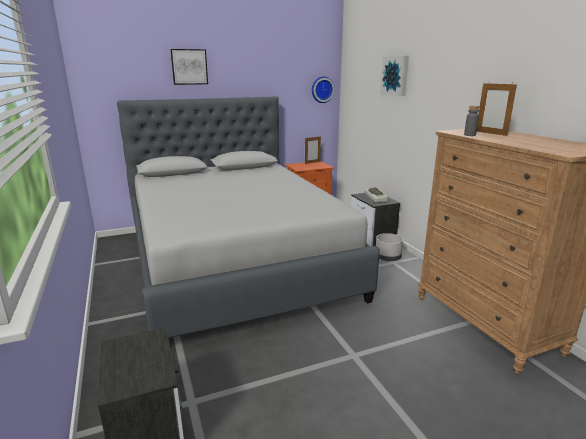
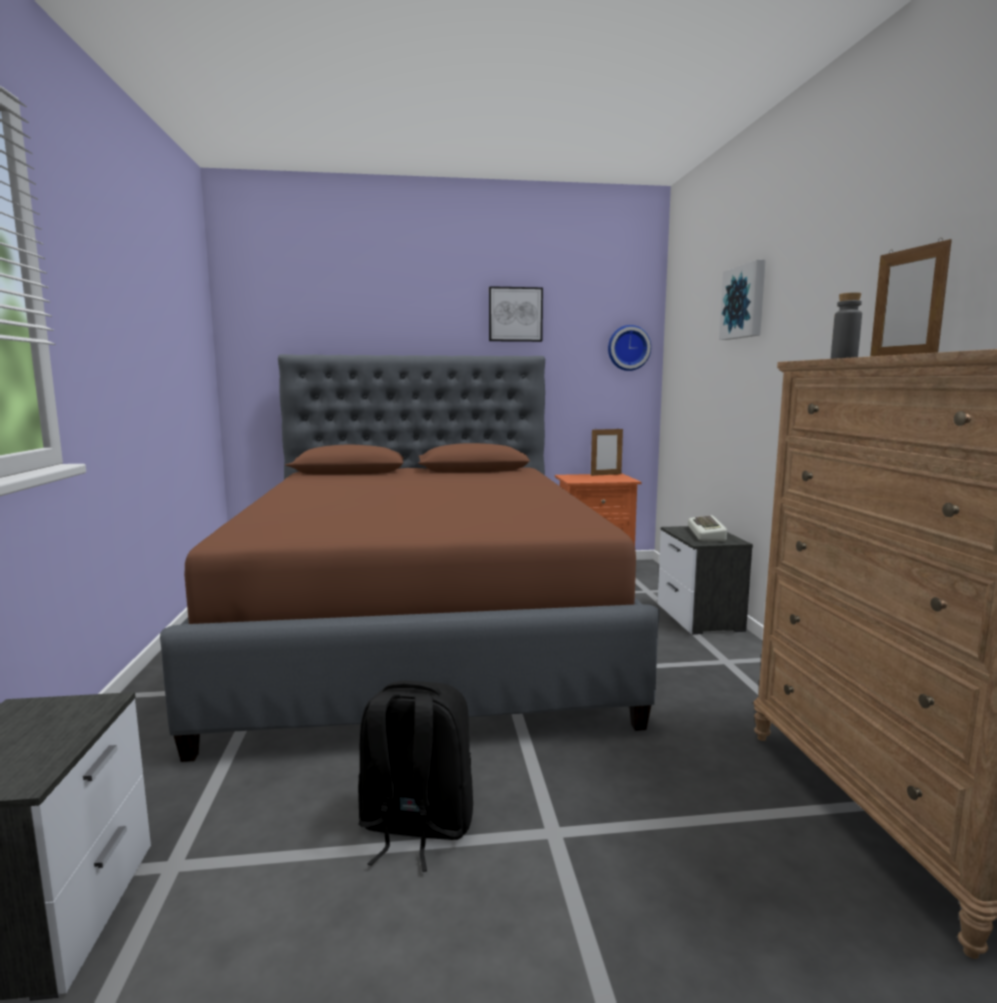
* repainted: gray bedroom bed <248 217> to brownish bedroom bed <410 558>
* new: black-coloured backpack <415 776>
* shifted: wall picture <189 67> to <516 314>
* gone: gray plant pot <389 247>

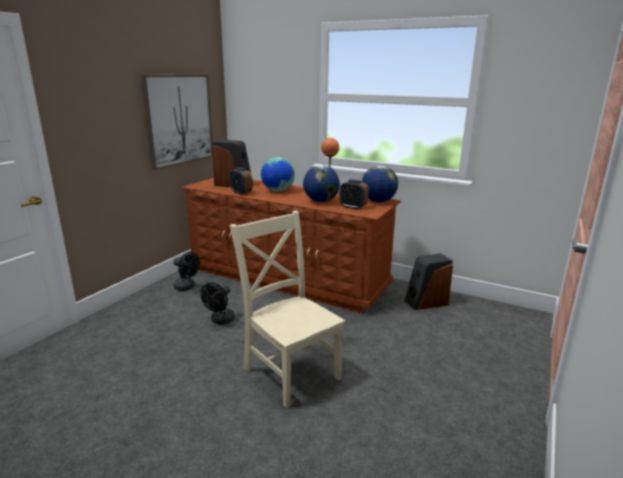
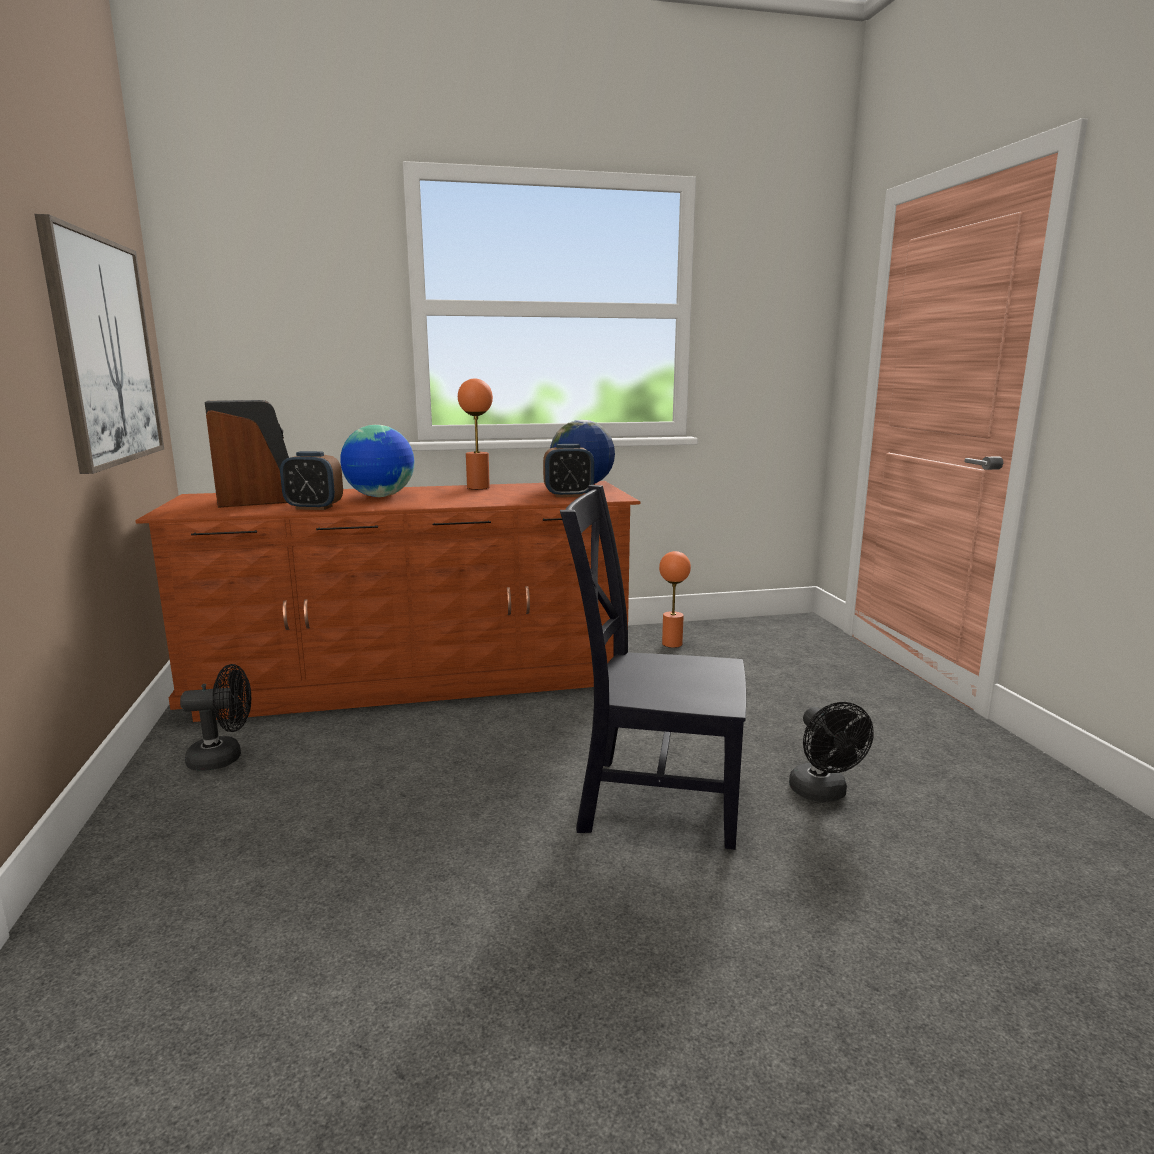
* repainted: beige chair <287 309> to black-coloured chair <653 667>
* swapped: loudspeaker <429 281> to orangey tabletop lamp <675 599>
* shifted: black-coloured cooling fan <218 303> to <831 752>
* gone: desk globe <321 183>

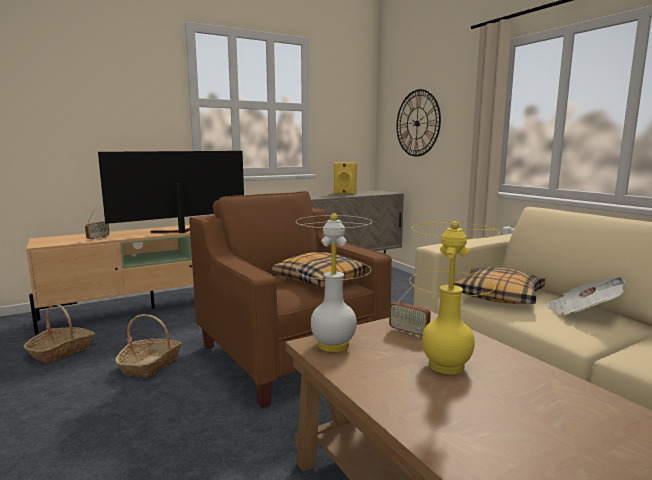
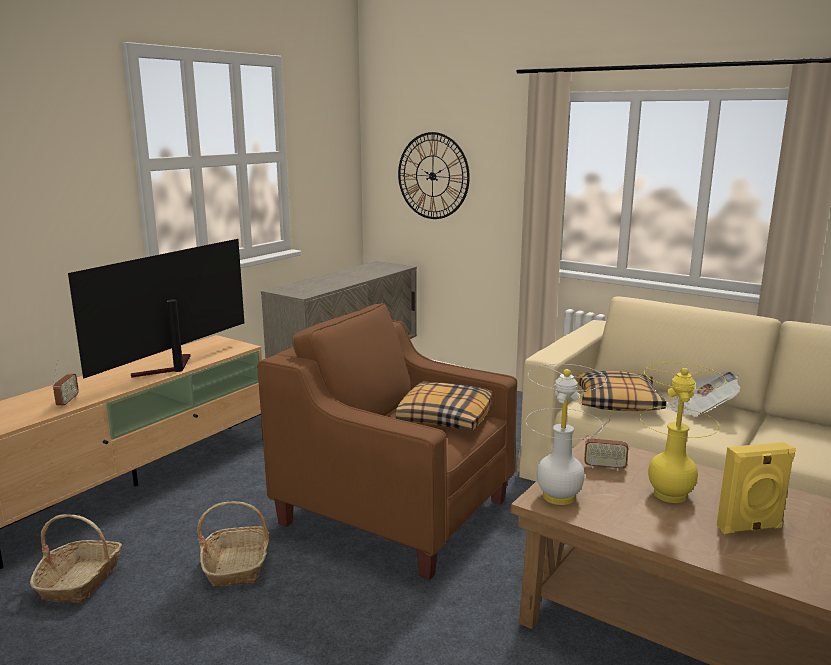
* shifted: yellowish loudspeaker <345 178> to <756 488>

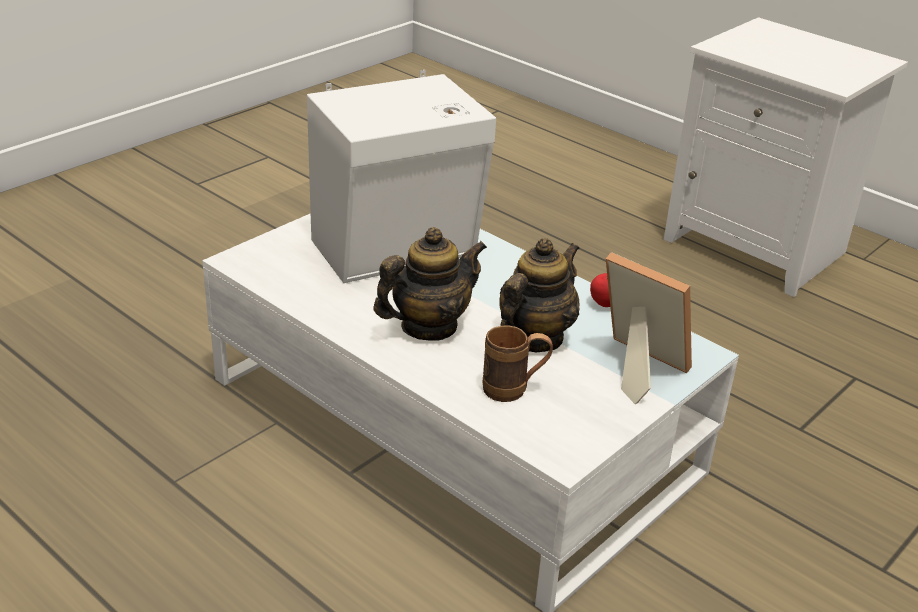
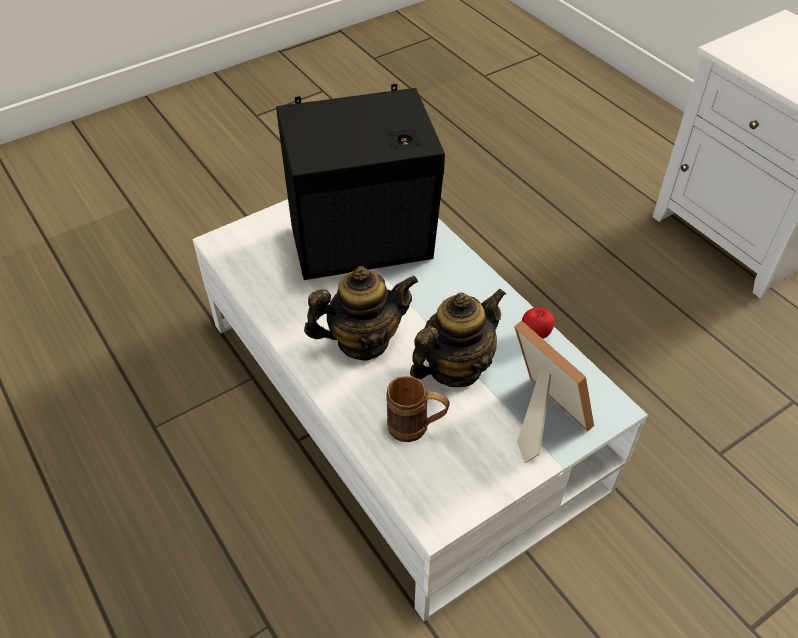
* repainted: whitish loudspeaker <401 176> to black-coloured loudspeaker <360 182>

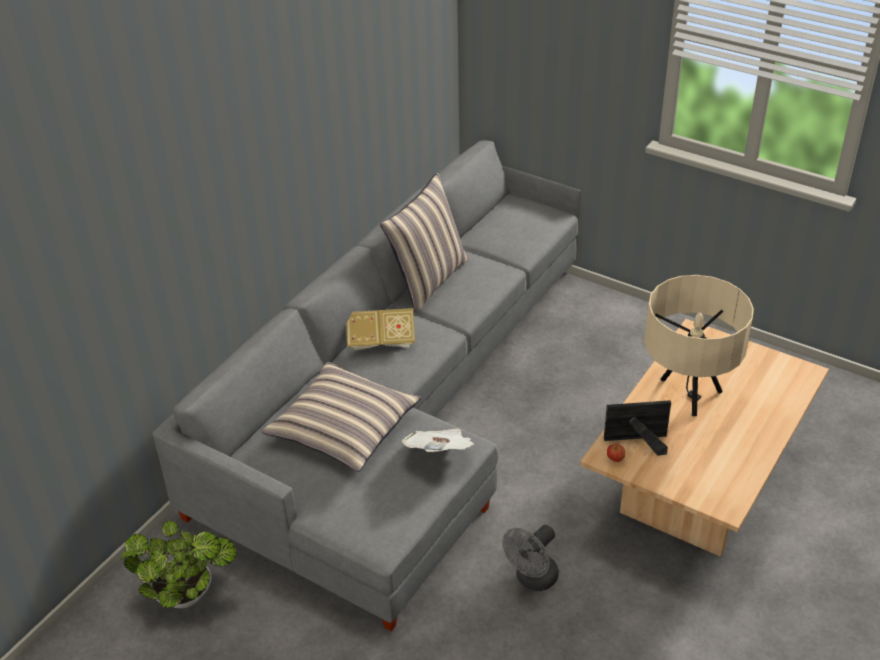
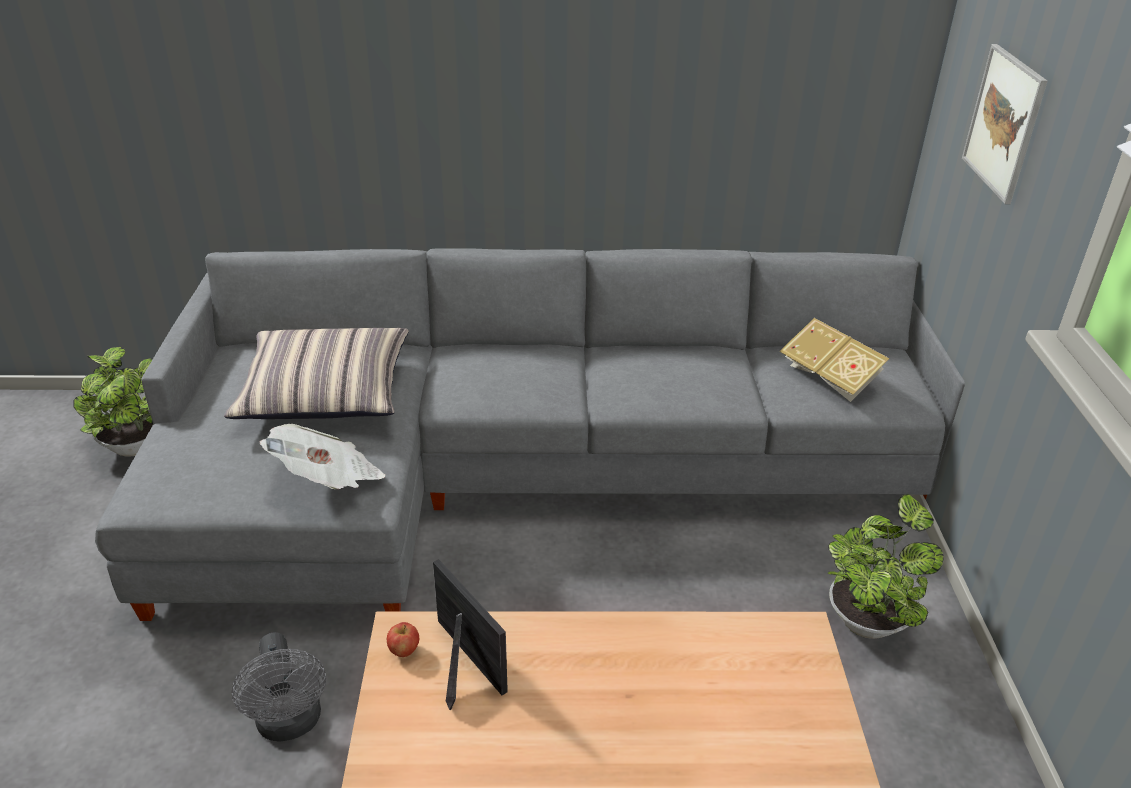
* rotated: gray cooling fan <530 558> = <278 687> 120 degrees counterclockwise
* shifted: bound book <380 329> to <834 360>
* new: houseplant <886 566>
* new: wall picture <1005 124>
* gone: pillow <424 242>
* gone: beige tabletop lamp <699 345>

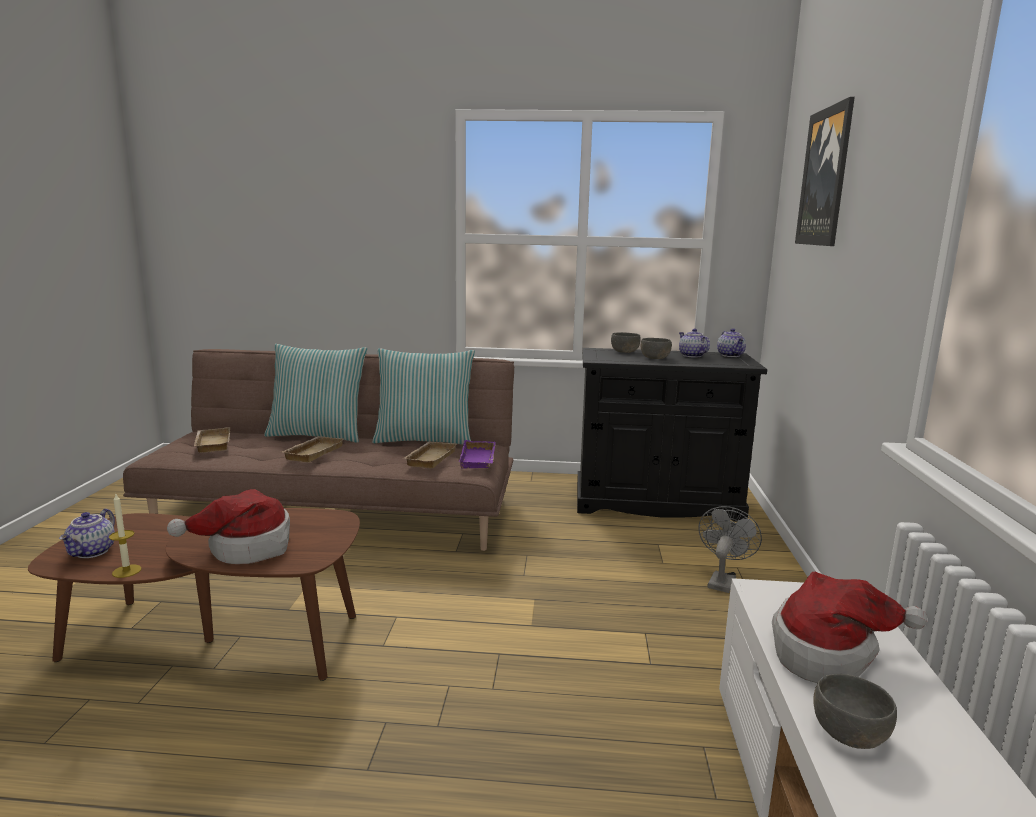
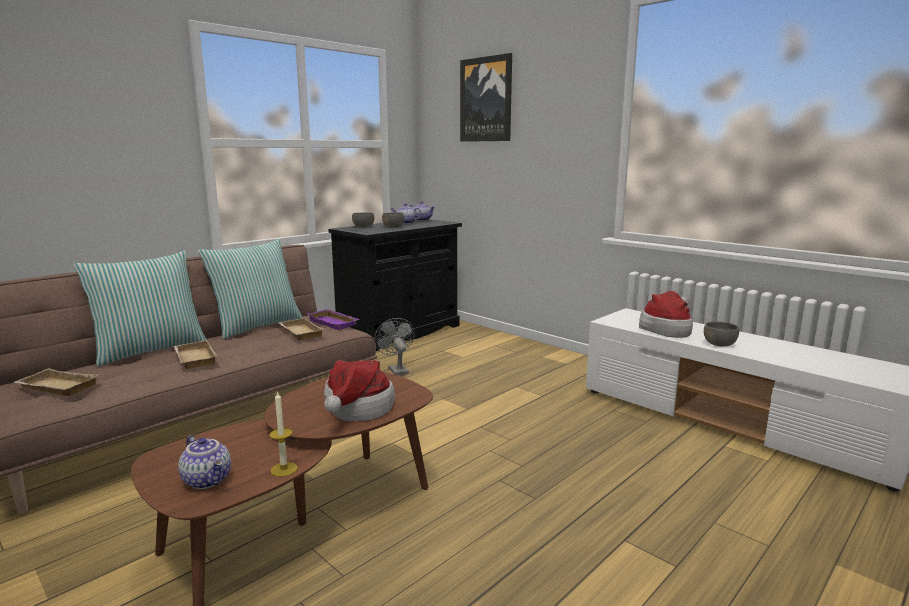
* shifted: gray cooling fan <730 549> to <394 346>

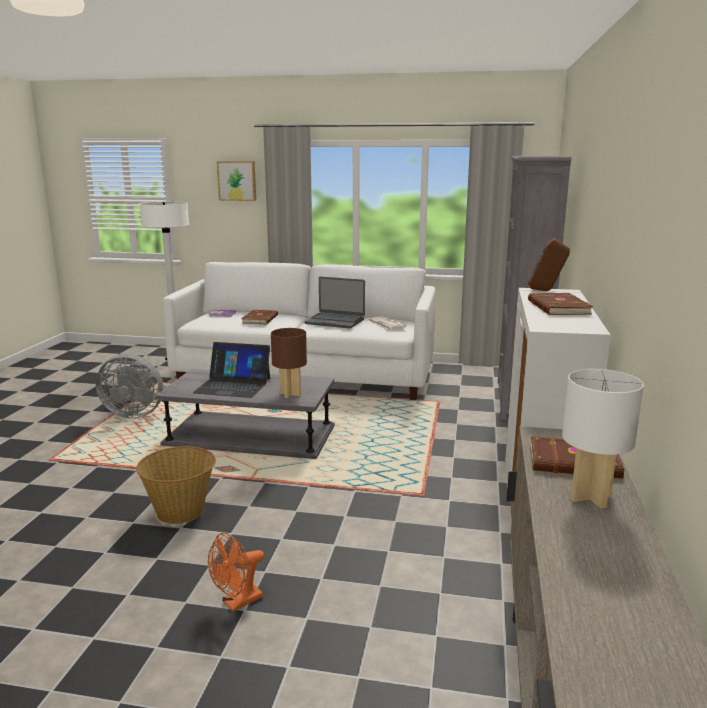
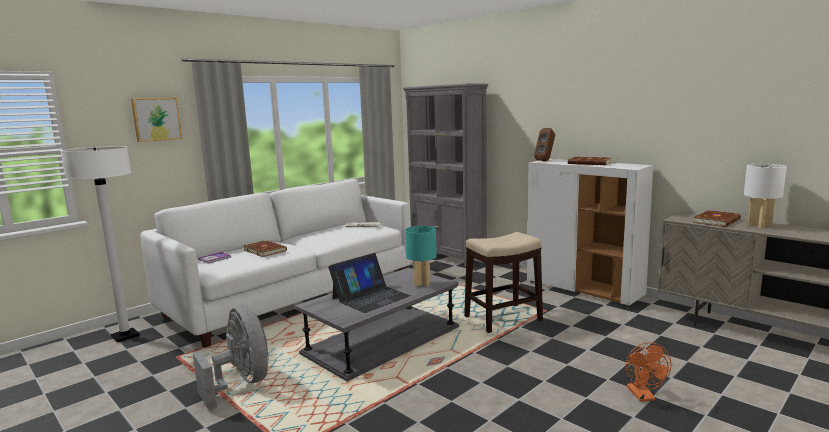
* rotated: gray cooling fan <129 386> = <231 357> 75 degrees counterclockwise
* repainted: brownish tabletop lamp <289 363> to blue-green tabletop lamp <421 256>
* new: sitting stool <503 282>
* gone: basket <176 485>
* gone: portable computer <334 303>

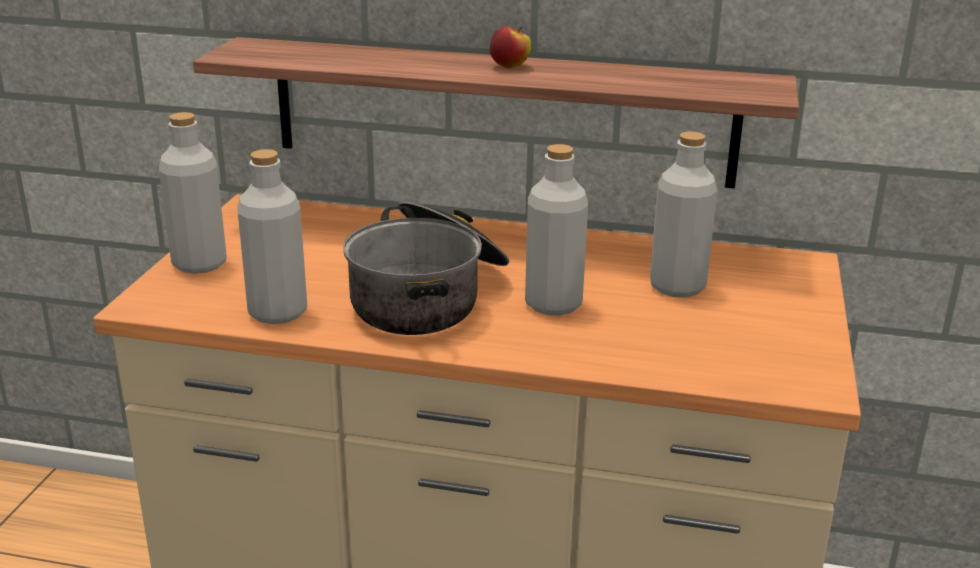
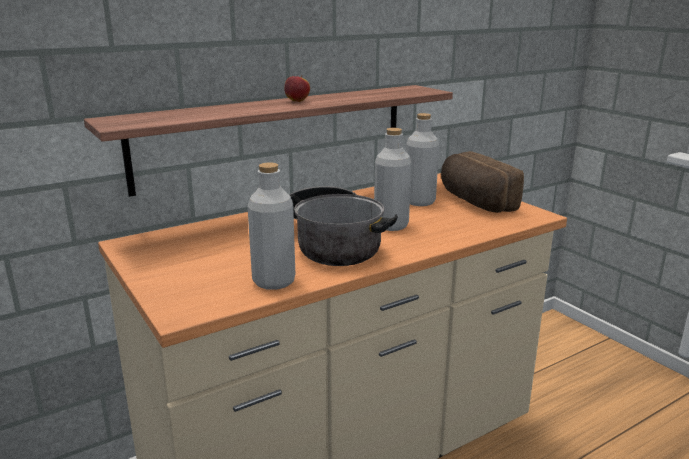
* new: bread <482 182>
* gone: gray bottle <193 193>

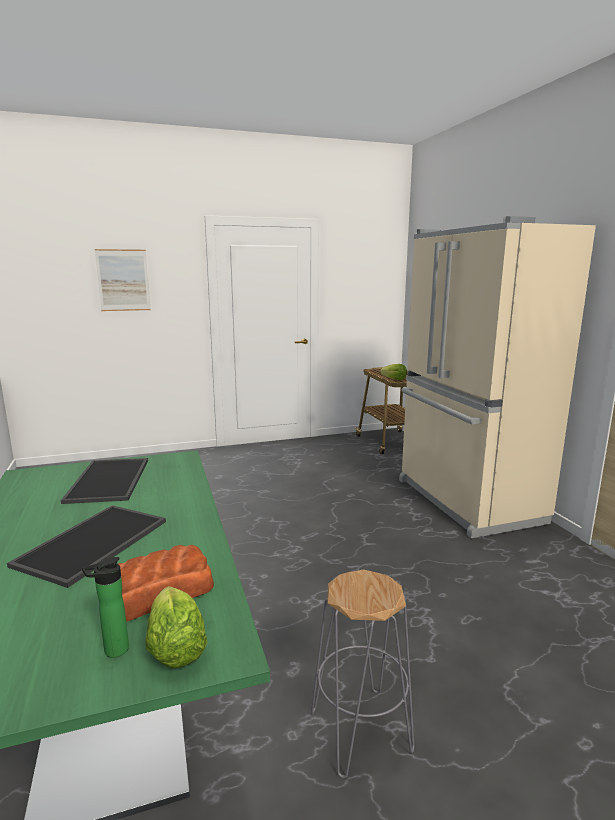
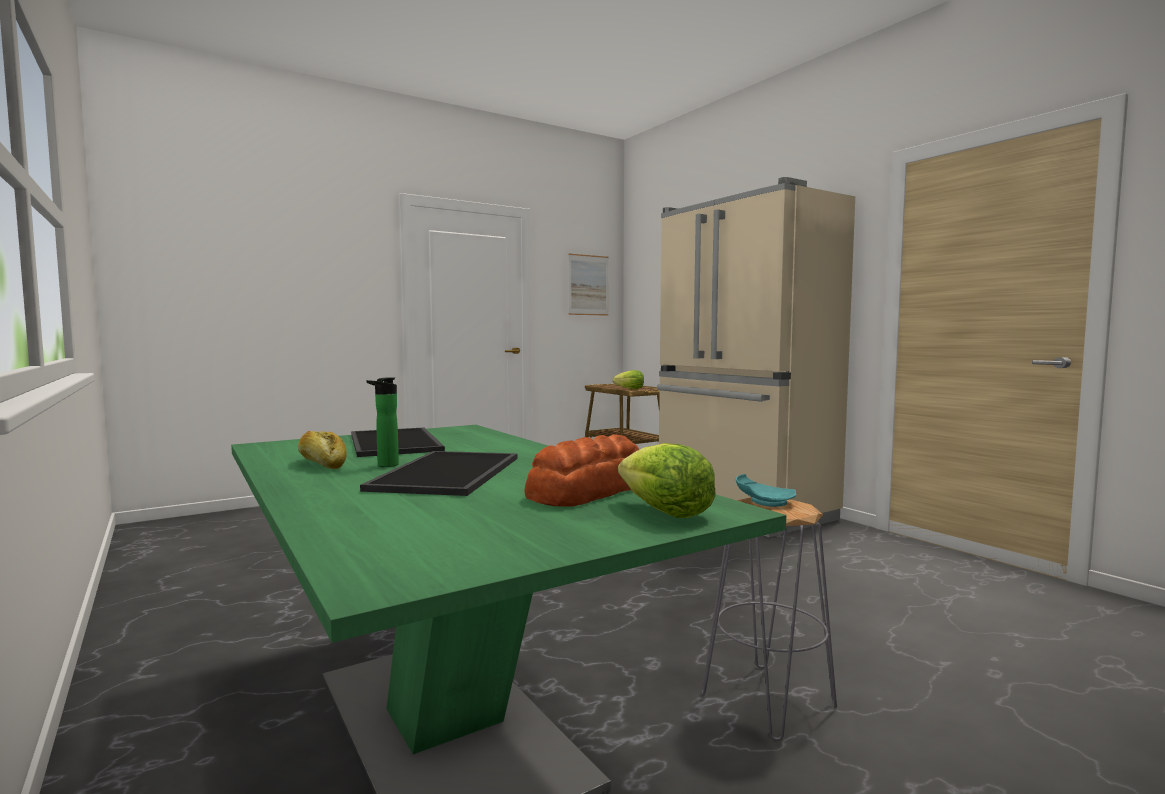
* new: bread <322 450>
* shifted: bottle <105 607> to <382 422>
* shifted: wall picture <123 280> to <588 285>
* new: blue-green plate <766 490>

